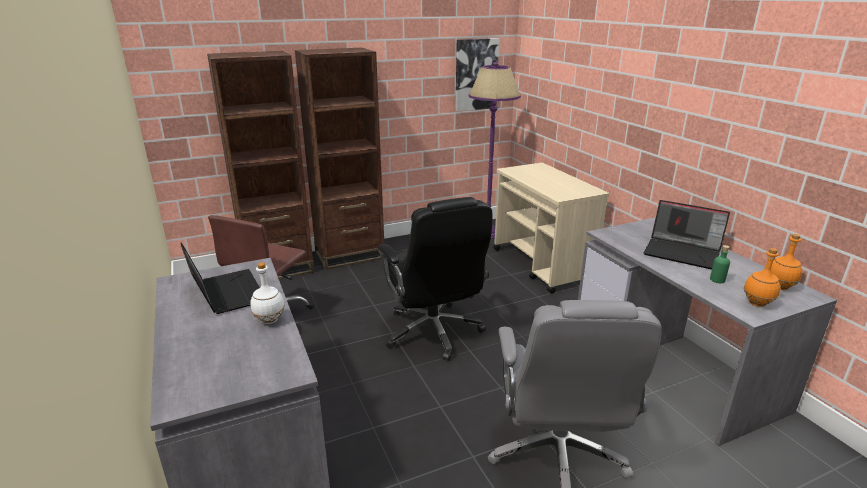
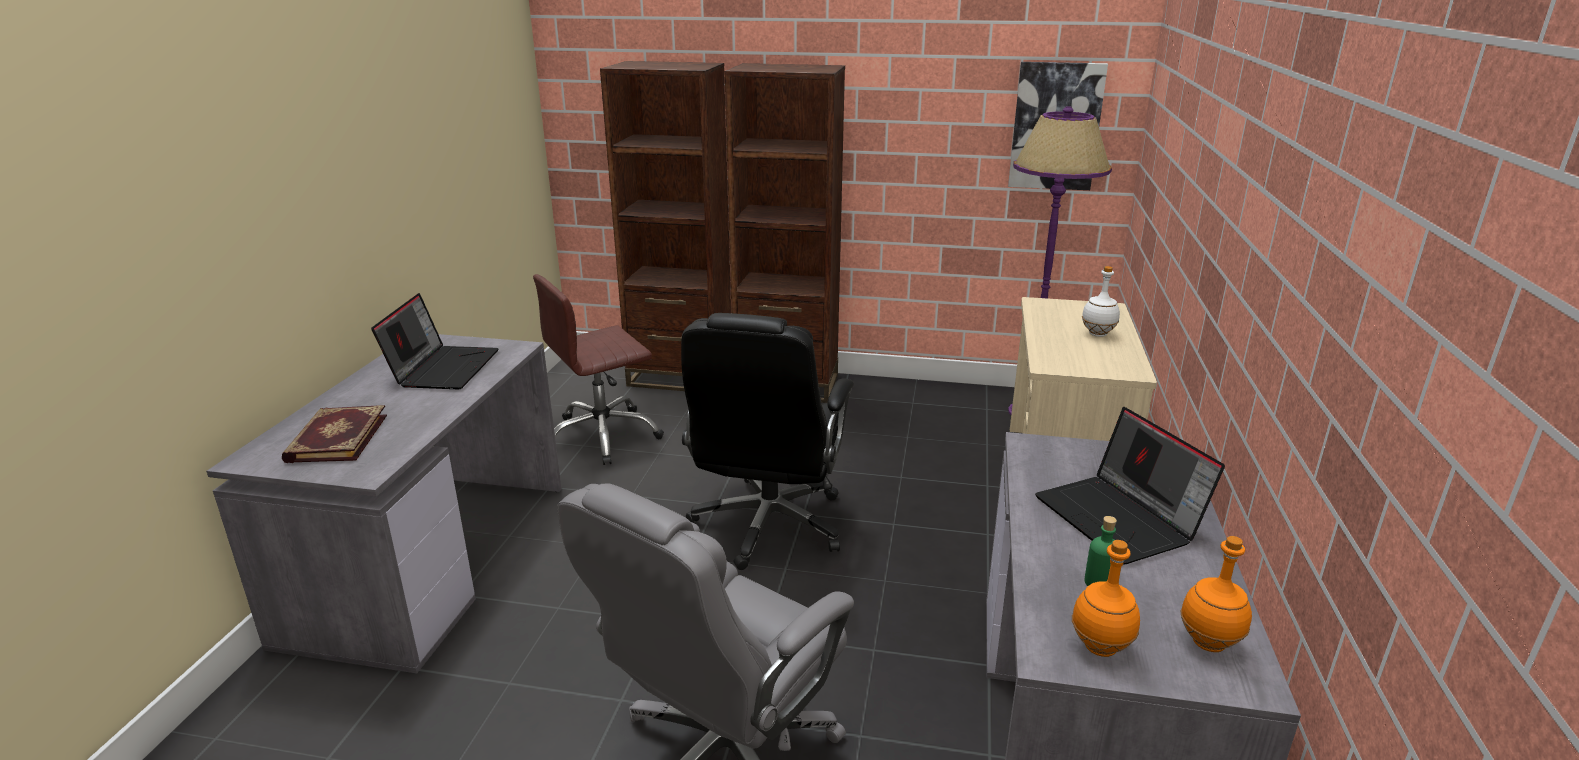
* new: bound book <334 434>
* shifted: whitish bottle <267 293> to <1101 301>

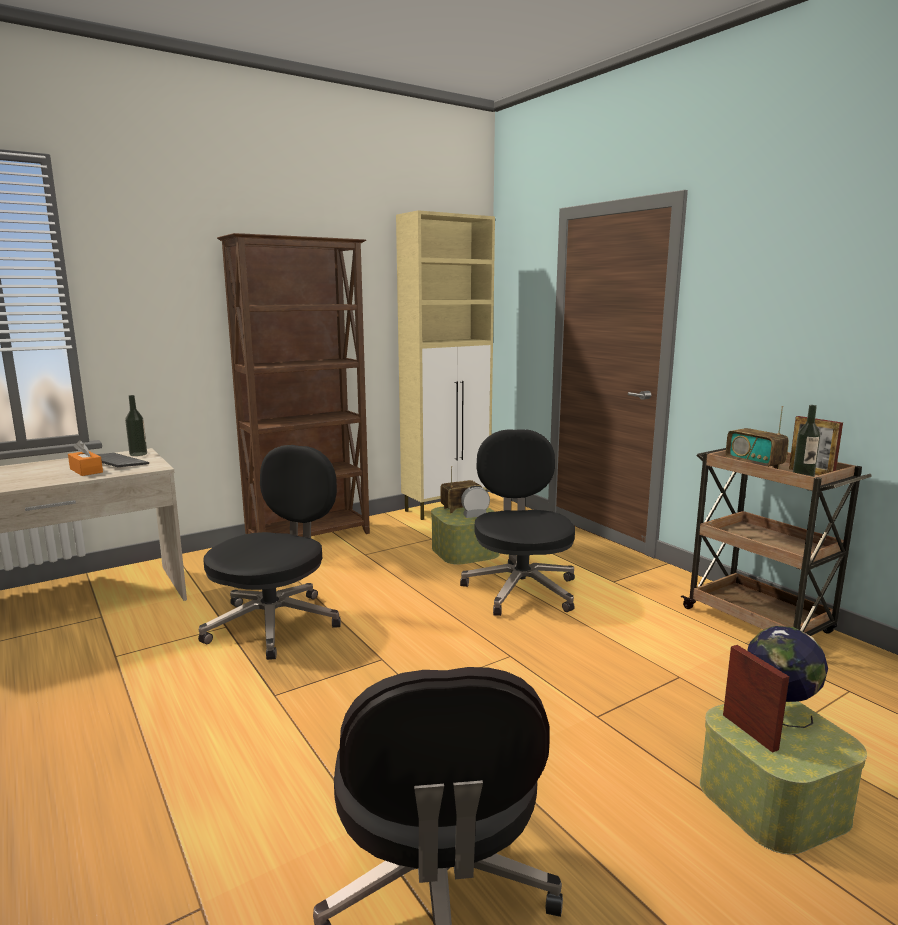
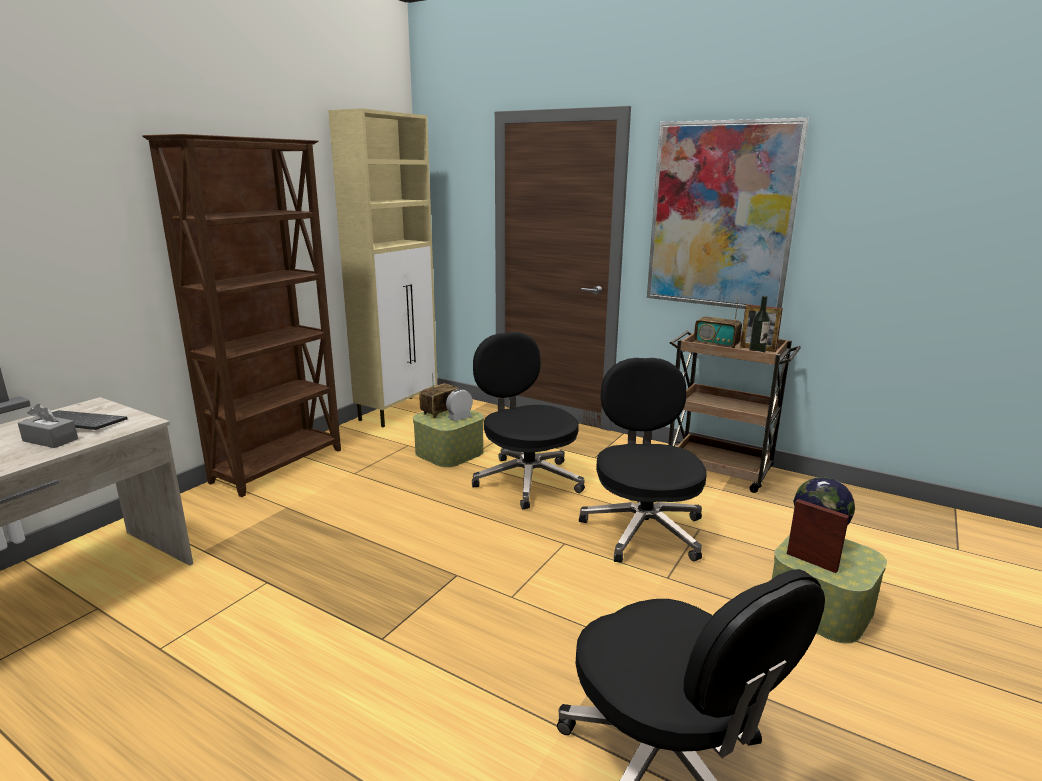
* repainted: orangey tissue holder <85 458> to gray tissue holder <48 426>
* shifted: black-coloured office chair <269 552> to <643 460>
* new: wall picture <728 213>
* gone: bottle <136 425>

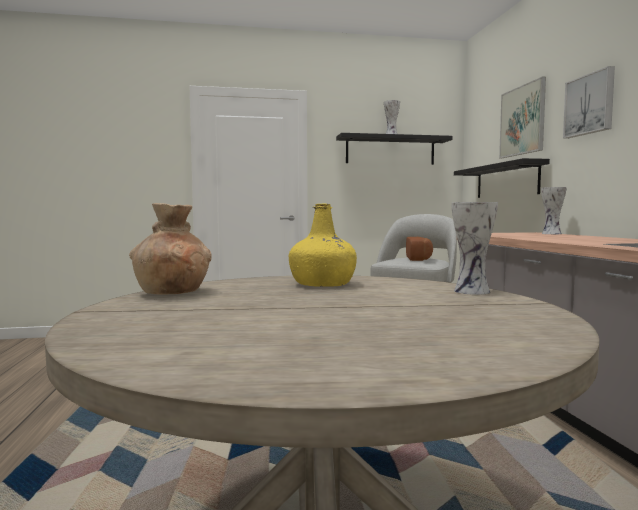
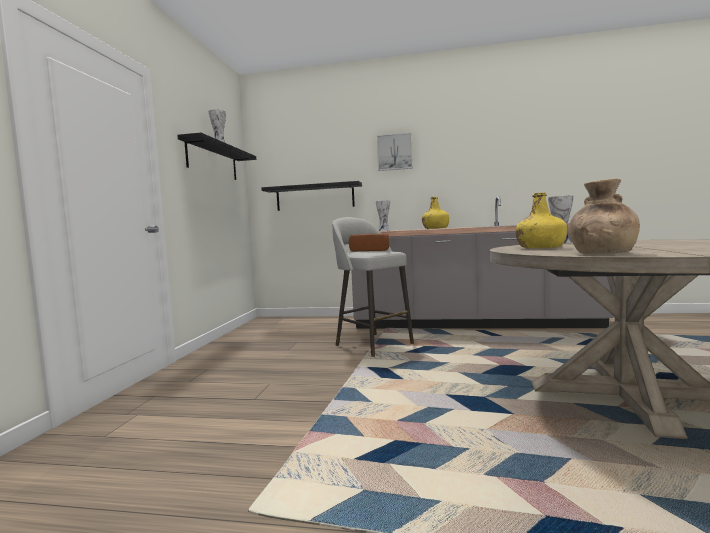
* new: yellowish bottle <435 213>
* gone: wall picture <522 117>

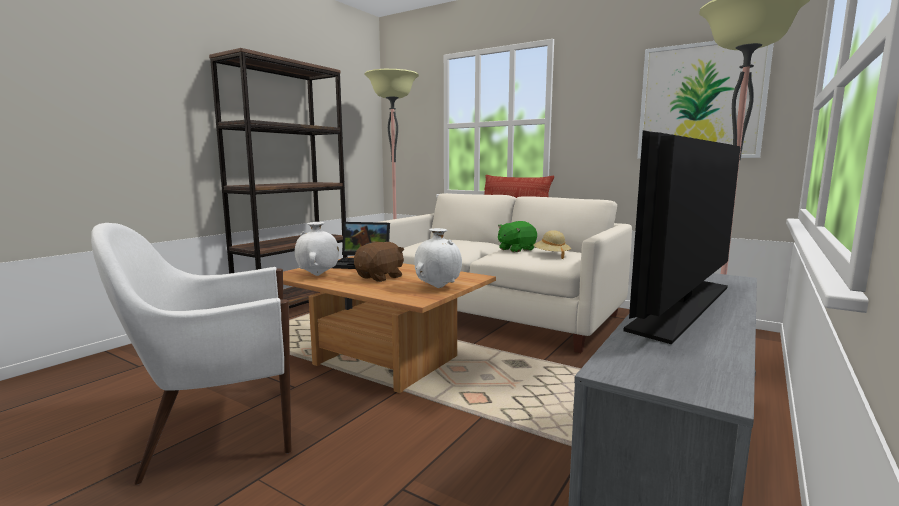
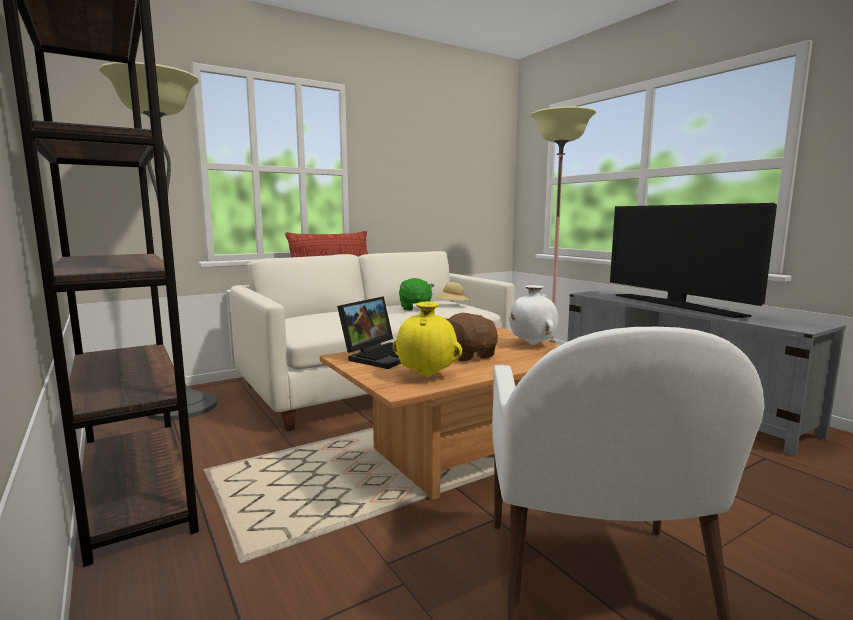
* repainted: whitish flower vase <317 249> to yellowish flower vase <427 339>
* gone: wall picture <705 100>

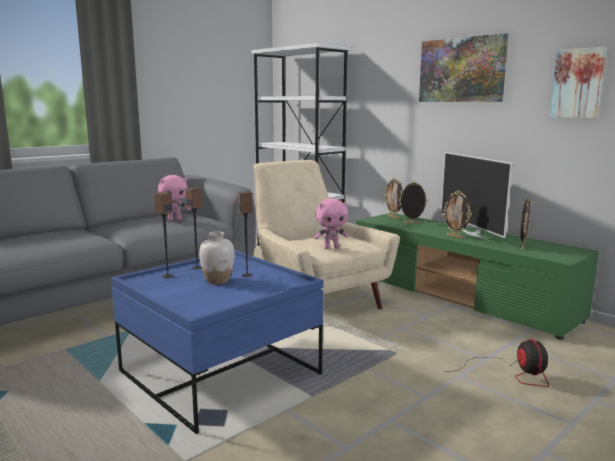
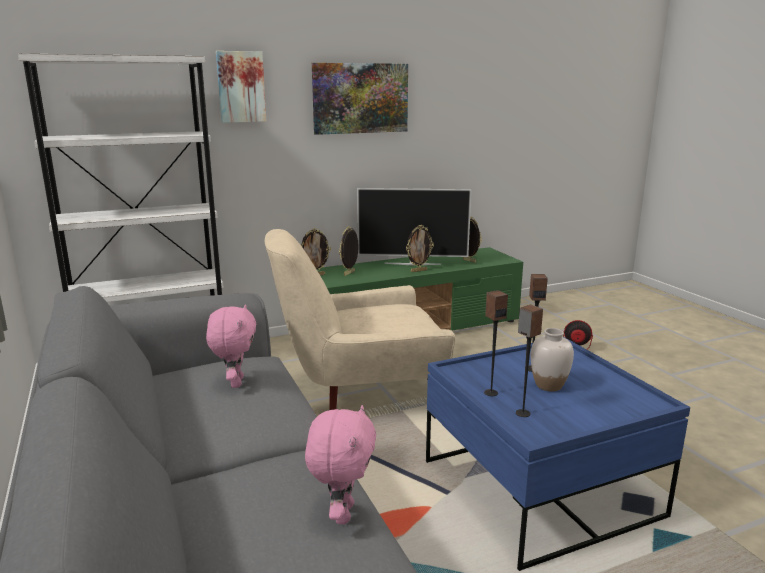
* shifted: wall picture <578 82> to <241 87>
* shifted: pink plush toy <331 223> to <340 464>

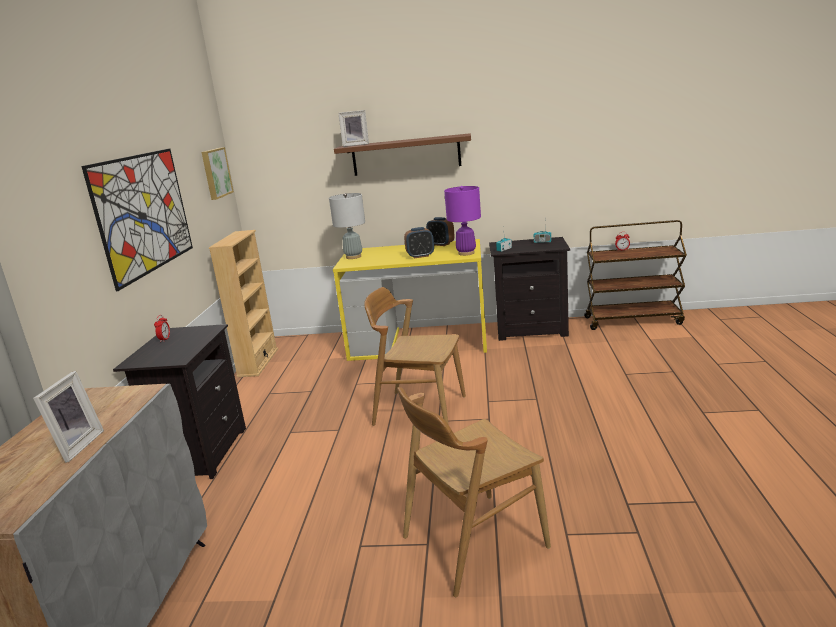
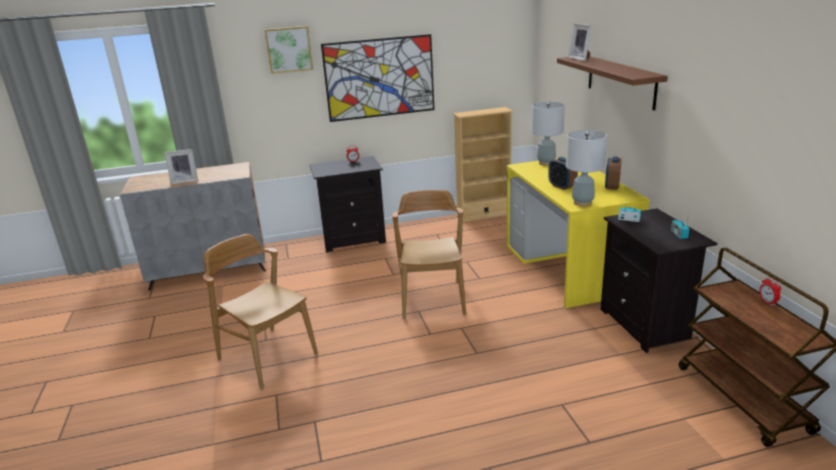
* shifted: wall picture <218 173> to <288 50>
* repainted: purple tabletop lamp <462 221> to gray tabletop lamp <586 168>

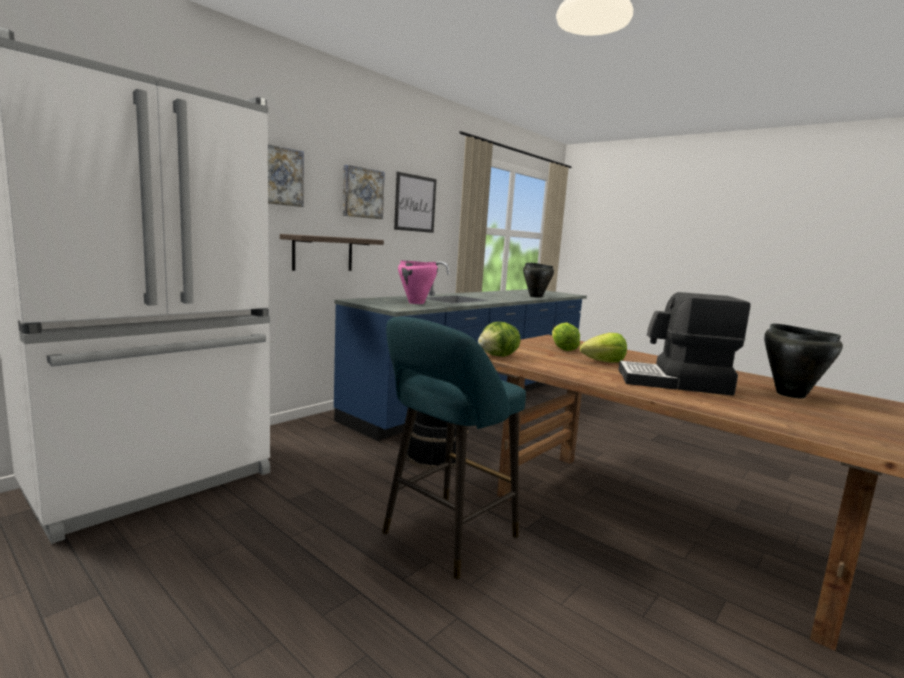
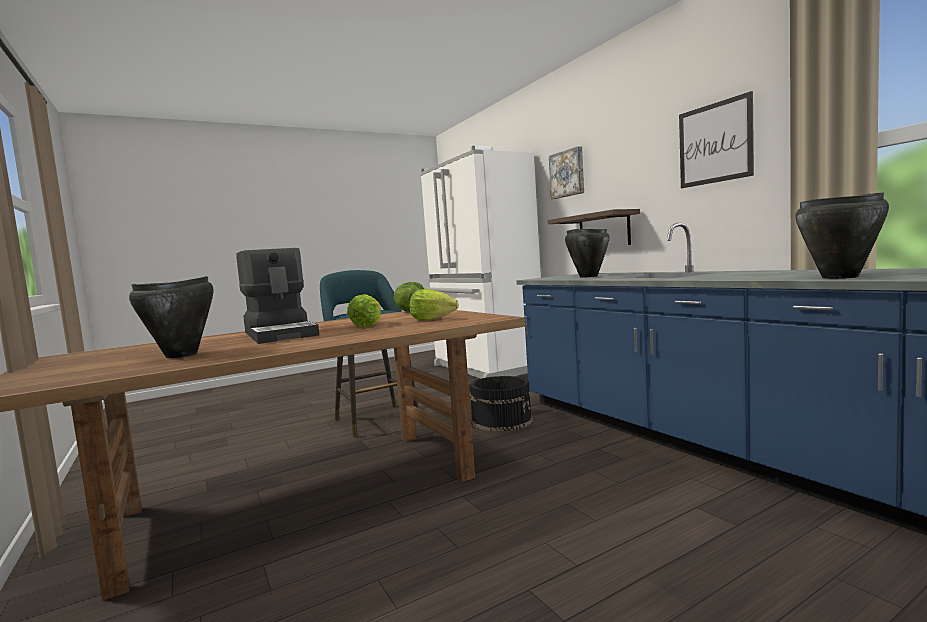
* rotated: coffee maker <685 344> = <277 296> 120 degrees clockwise
* repainted: pink cooking pot <418 282> to black-coloured cooking pot <587 253>
* gone: wall picture <364 192>

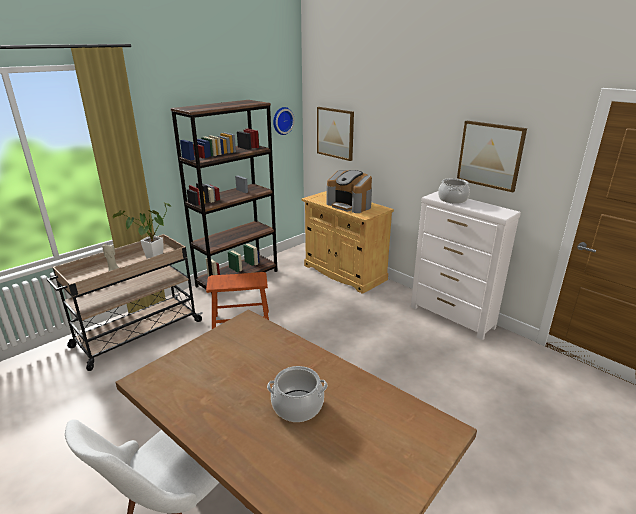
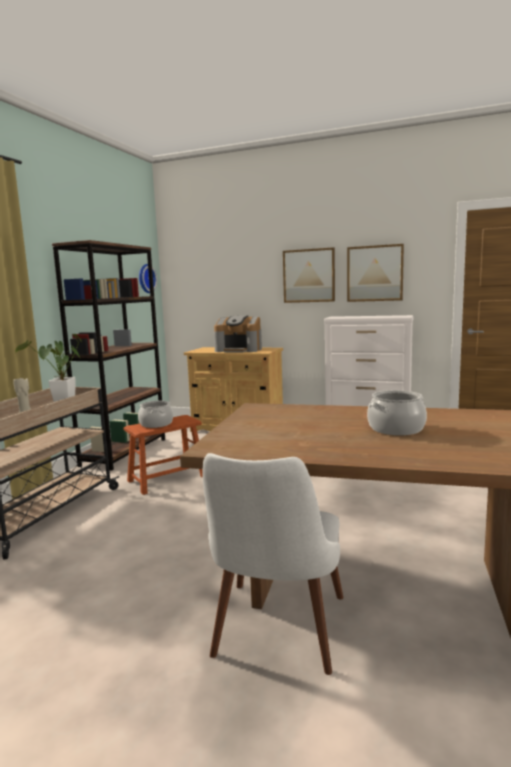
* shifted: cooking pot <454 191> to <155 414>
* shifted: wall picture <335 134> to <309 275>

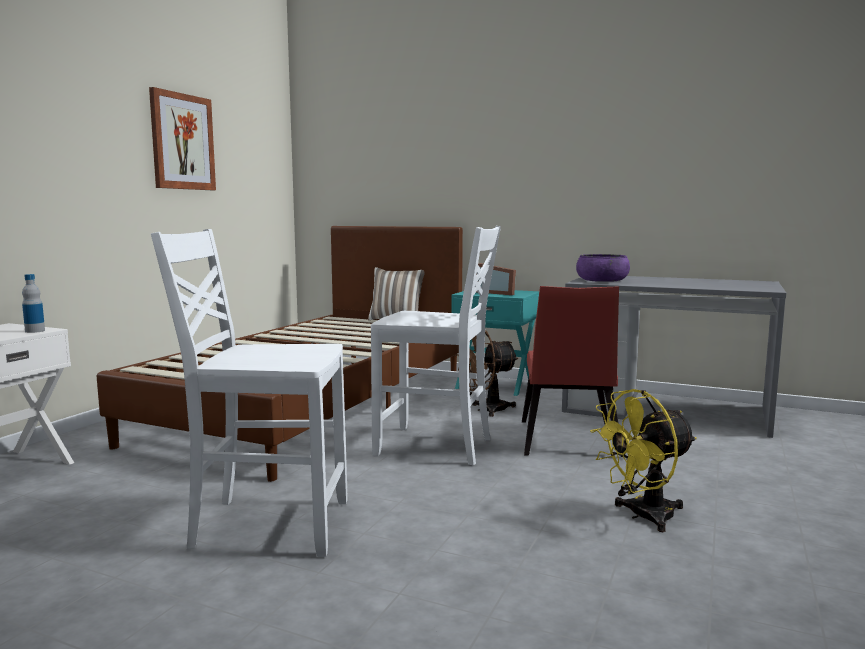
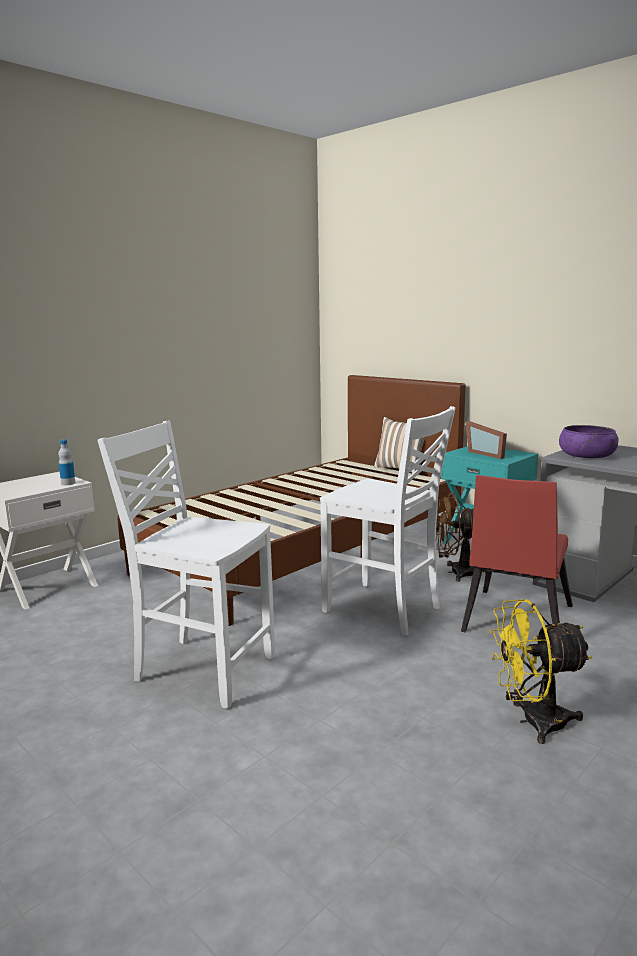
* gone: wall picture <182 138>

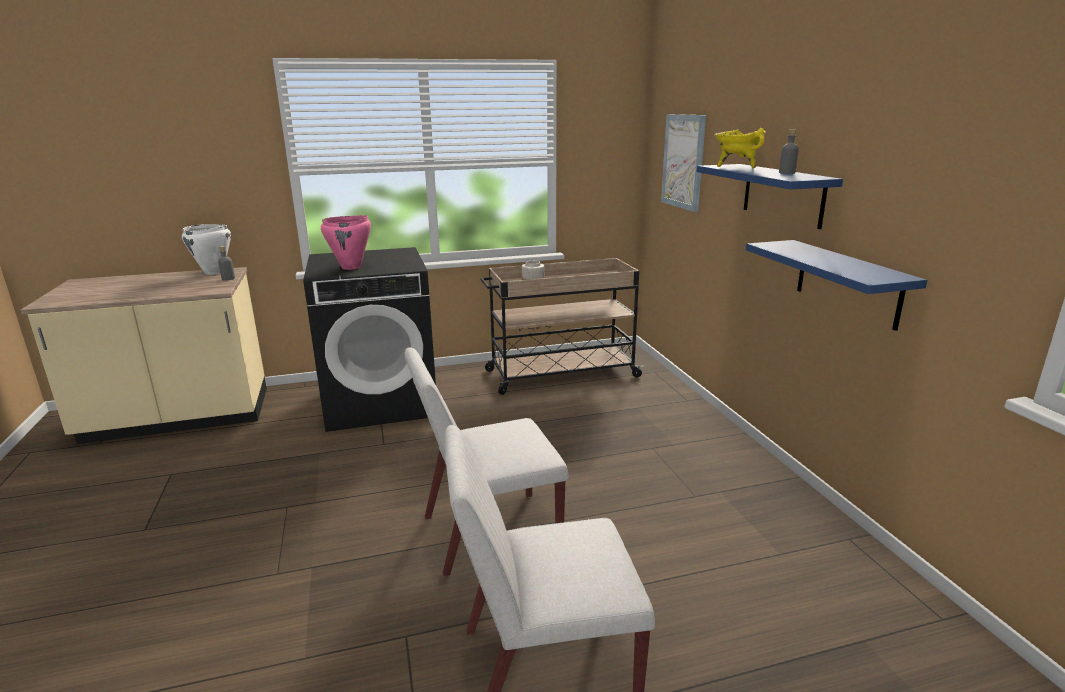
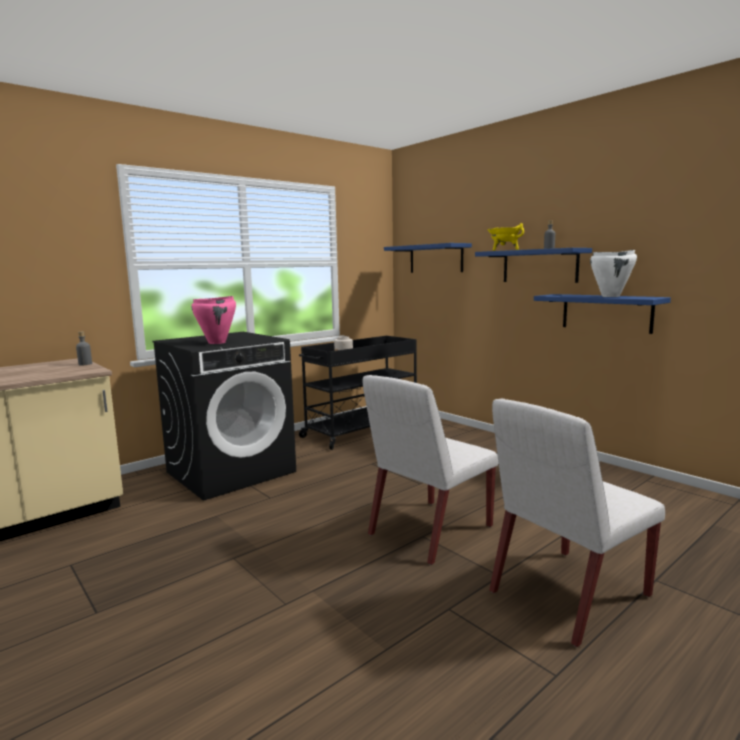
* repainted: beige wheeled cart <562 326> to black-coloured wheeled cart <358 393>
* swapped: wall picture <683 163> to blue-coloured wall shelf <428 258>
* shifted: whitish cooking pot <206 249> to <613 273>

